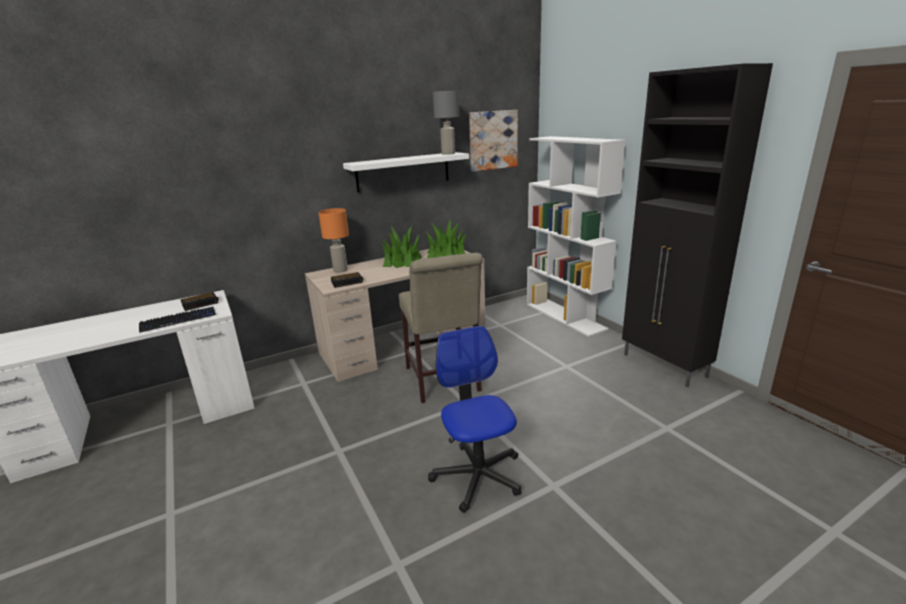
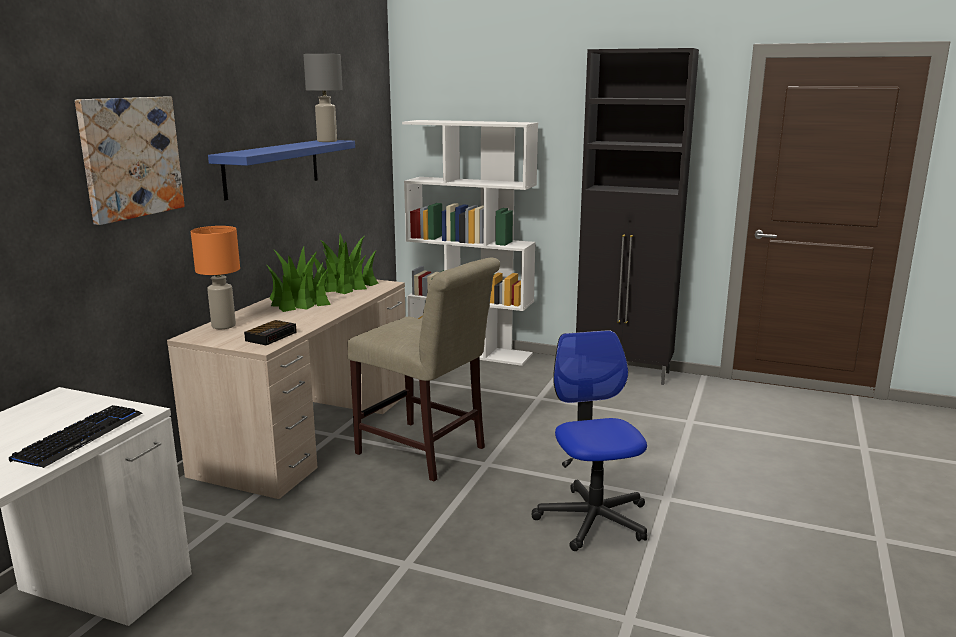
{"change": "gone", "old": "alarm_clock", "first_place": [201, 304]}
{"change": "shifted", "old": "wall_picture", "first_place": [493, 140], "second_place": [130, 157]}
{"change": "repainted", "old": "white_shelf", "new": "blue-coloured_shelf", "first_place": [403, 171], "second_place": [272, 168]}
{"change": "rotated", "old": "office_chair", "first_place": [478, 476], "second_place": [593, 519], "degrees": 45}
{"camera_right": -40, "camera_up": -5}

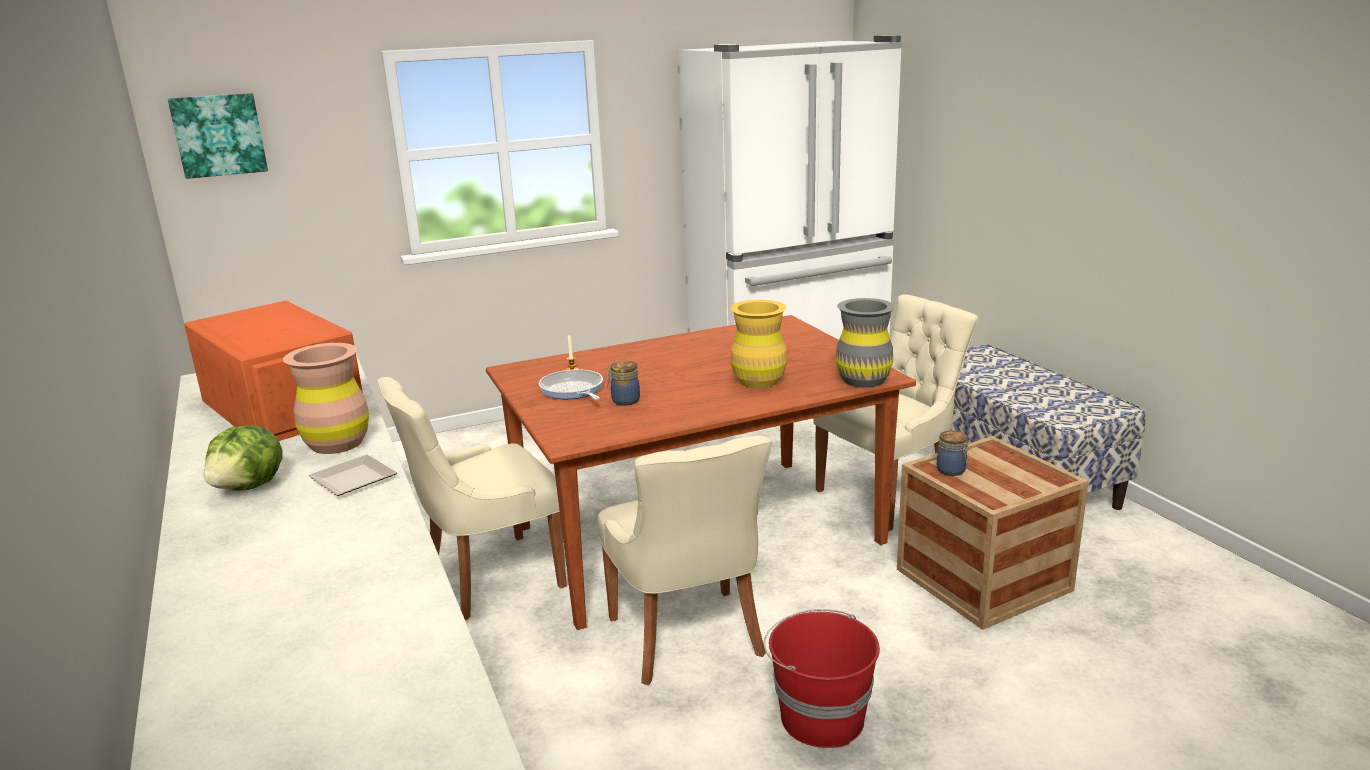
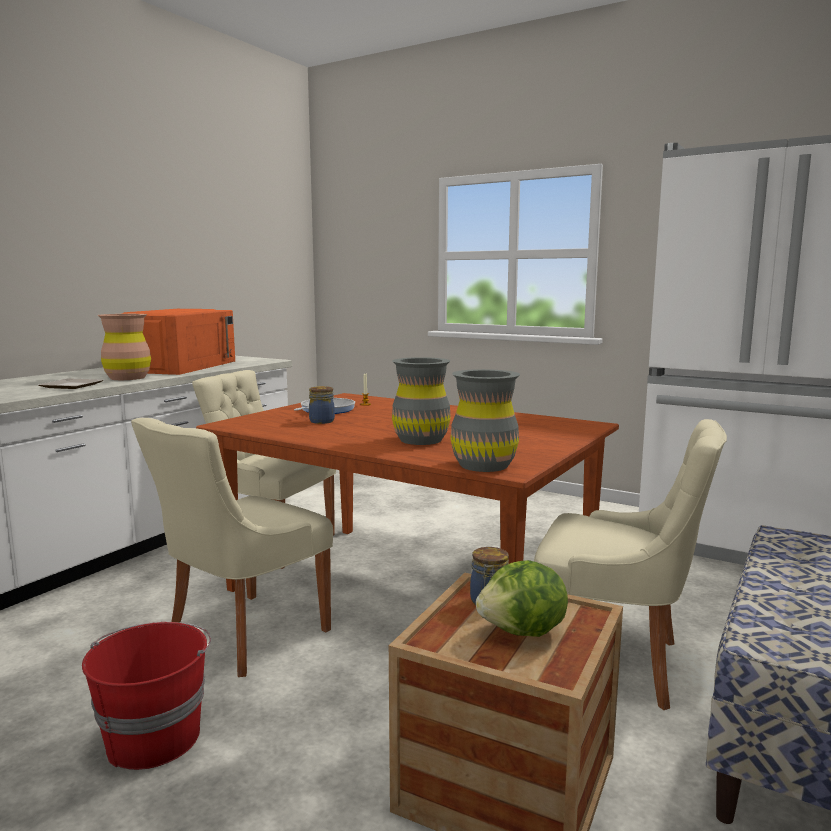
{"change": "gone", "old": "wall_picture", "first_place": [219, 135]}
{"change": "shifted", "old": "lettuce_head", "first_place": [250, 487], "second_place": [523, 632]}
{"change": "repainted", "old": "yellow_decorative_vase", "new": "grey_decorative_vase", "first_place": [759, 381], "second_place": [421, 440]}
{"camera_right": 55, "camera_up": -10}

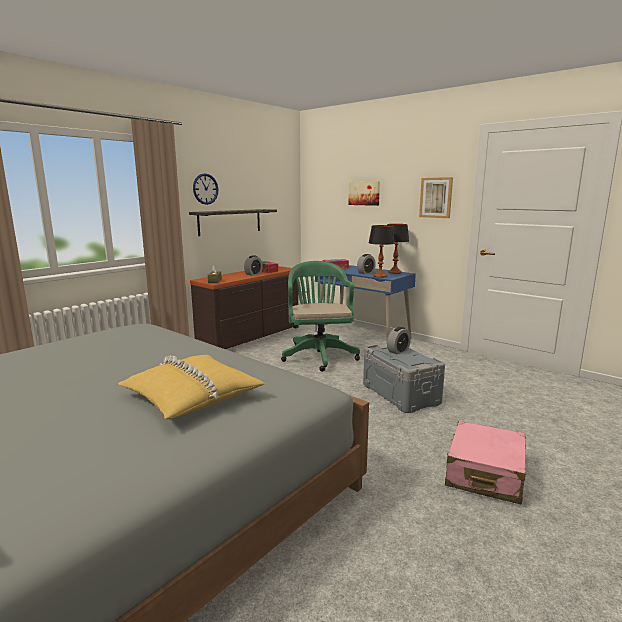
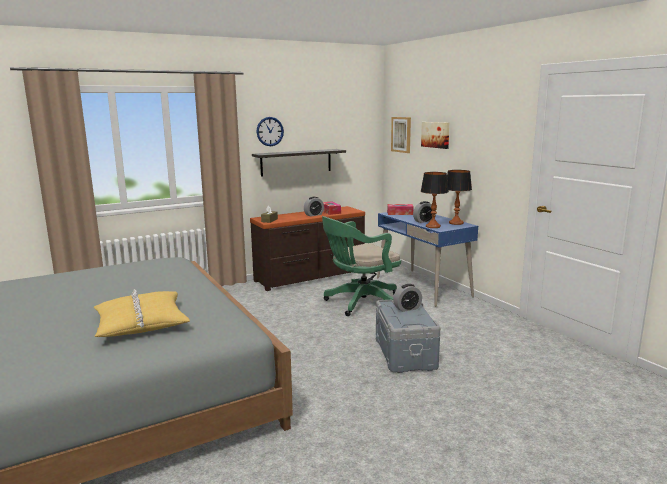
{"change": "gone", "old": "pinkish_travel_case", "first_place": [484, 474]}
{"change": "shifted", "old": "wall_picture", "first_place": [436, 197], "second_place": [401, 134]}
{"change": "rotated", "old": "greenish_office_chair", "first_place": [319, 355], "second_place": [360, 303], "degrees": -135}
{"camera_right": 20, "camera_up": 0}

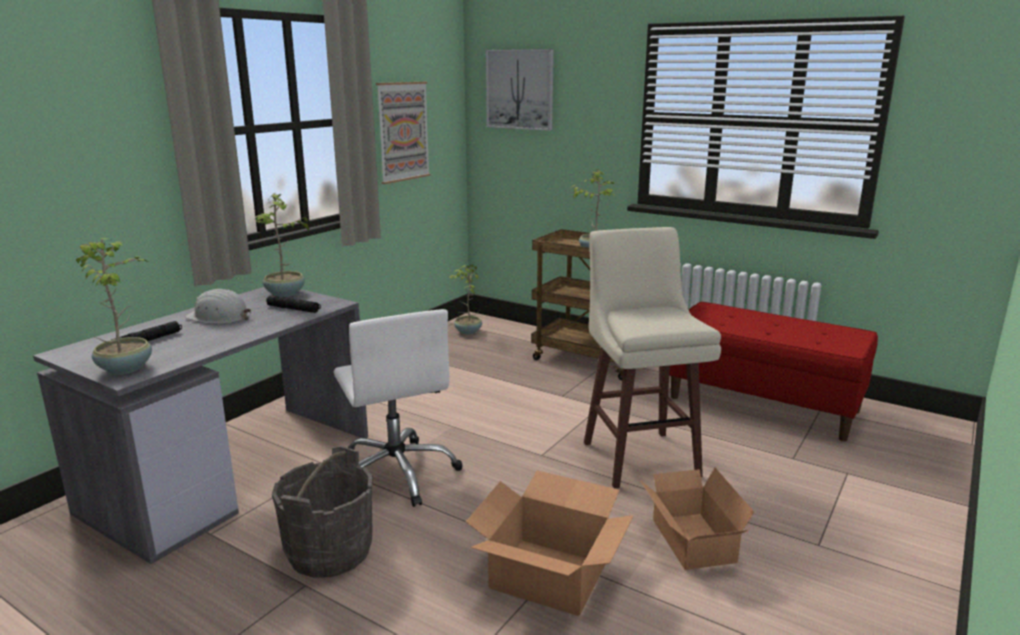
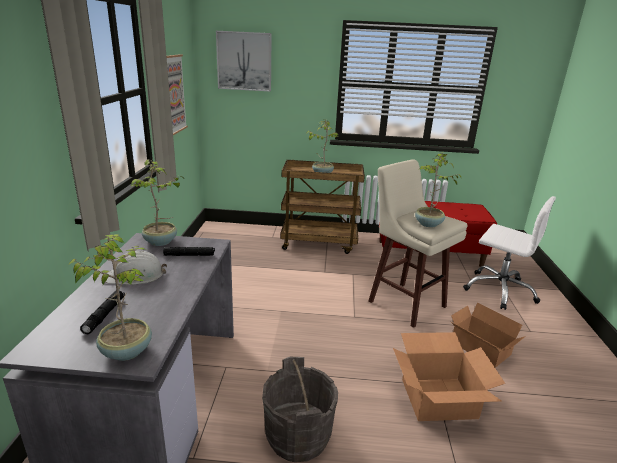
{"change": "shifted", "old": "white_office_chair", "first_place": [397, 473], "second_place": [499, 290]}
{"change": "shifted", "old": "houseplant", "first_place": [467, 332], "second_place": [428, 224]}
{"camera_right": -30, "camera_up": 5}

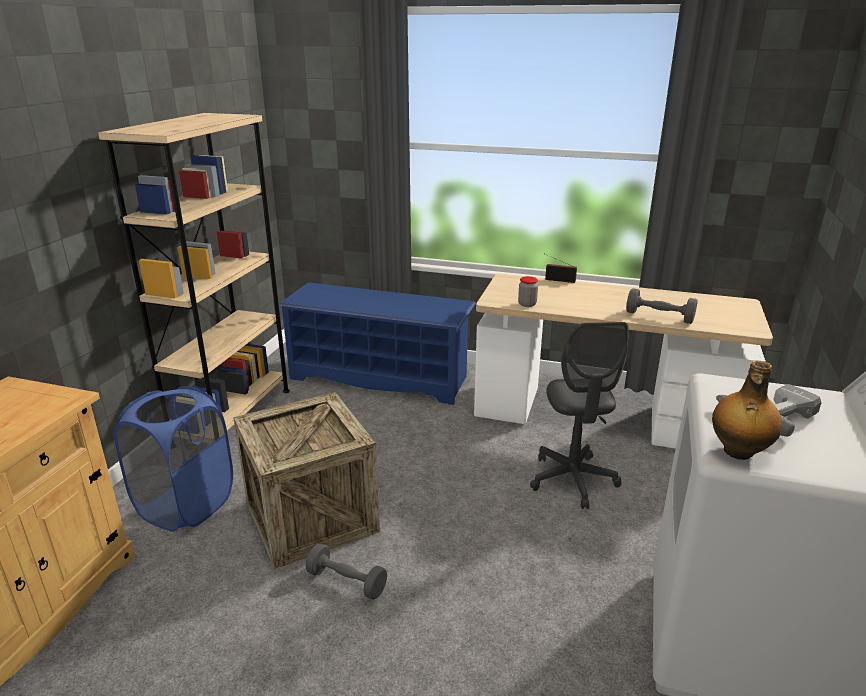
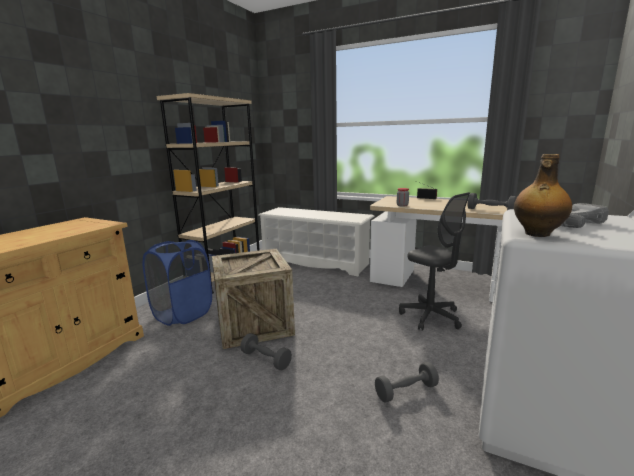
{"change": "new", "new": "grey_free_weight", "second_place": [406, 391]}
{"change": "repainted", "old": "blue-coloured_shoe_stand", "new": "white_shoe_stand", "first_place": [380, 377], "second_place": [316, 262]}
{"change": "rotated", "old": "grey_office_chair", "first_place": [572, 480], "second_place": [430, 317], "degrees": -45}
{"camera_right": 10, "camera_up": -10}

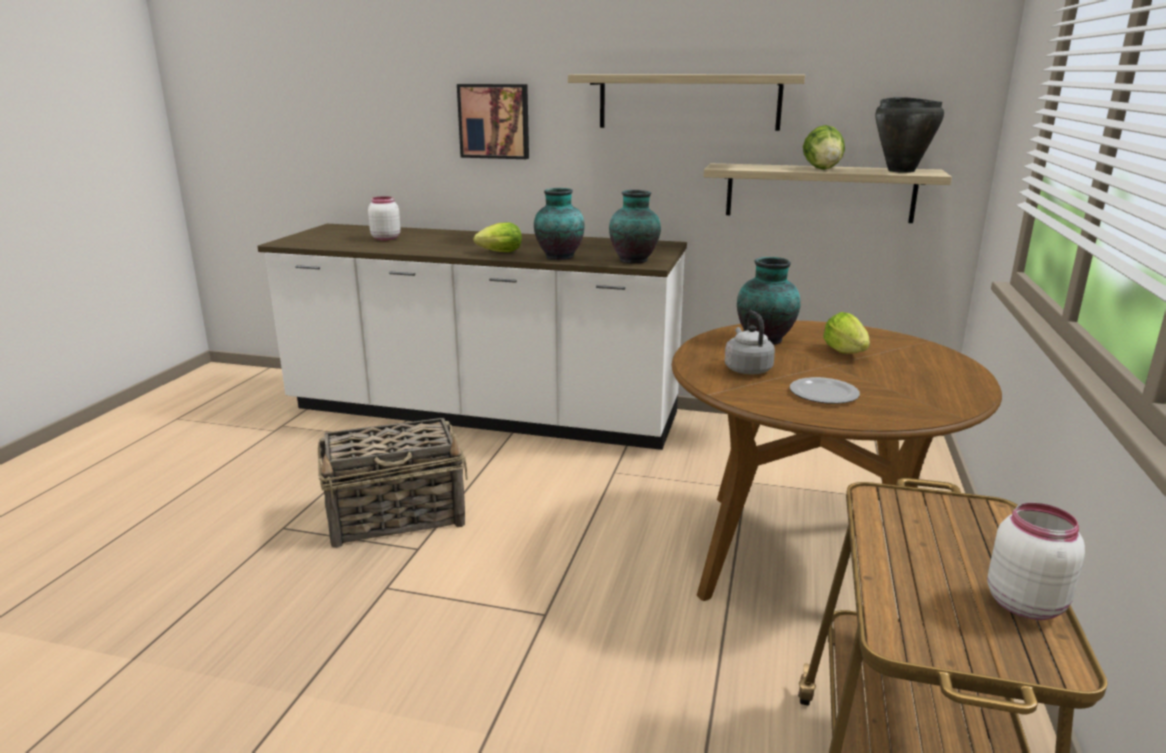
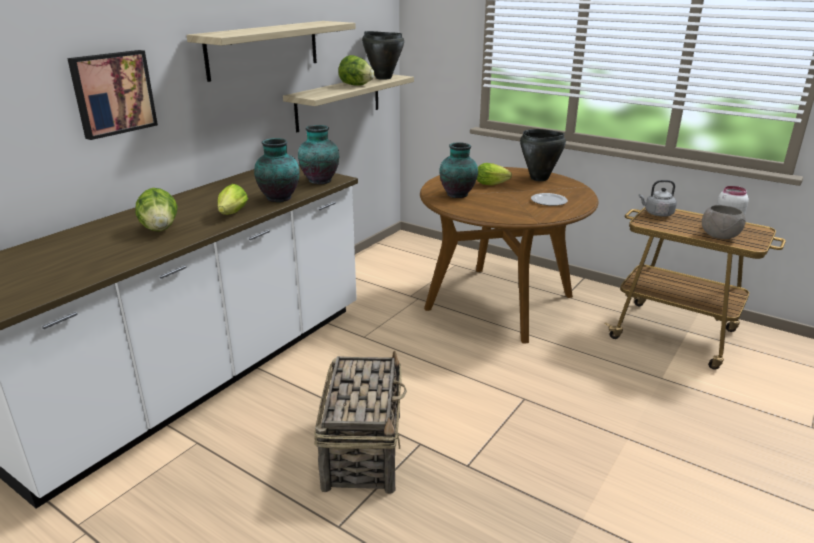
{"change": "gone", "old": "white_jar", "first_place": [385, 238]}
{"change": "new", "new": "lettuce_head", "second_place": [160, 229]}
{"change": "new", "new": "blackish_saucepot", "second_place": [539, 178]}
{"change": "new", "new": "grey_serving_bowl", "second_place": [720, 236]}
{"change": "shifted", "old": "grey_tea_kettle", "first_place": [747, 369], "second_place": [657, 213]}
{"camera_right": -70, "camera_up": 5}

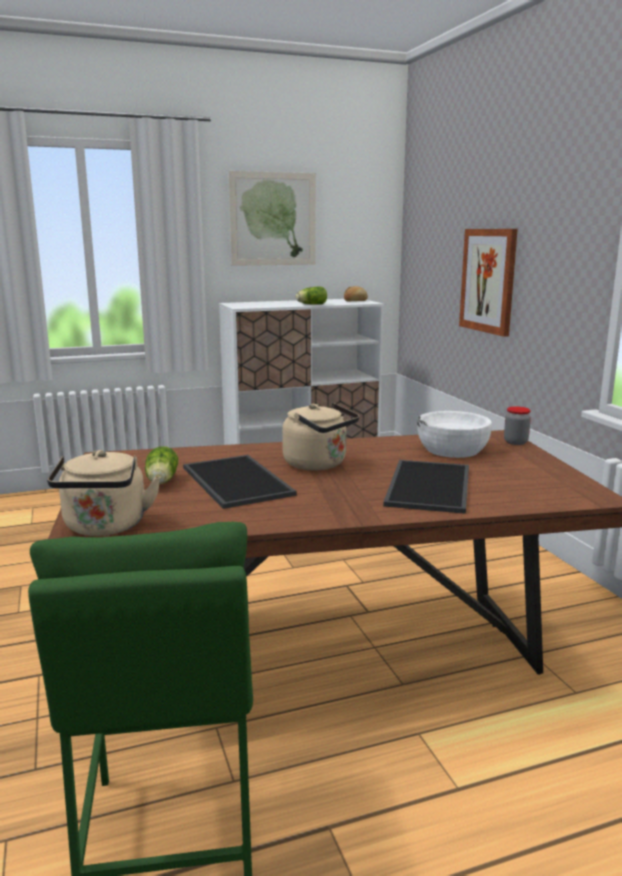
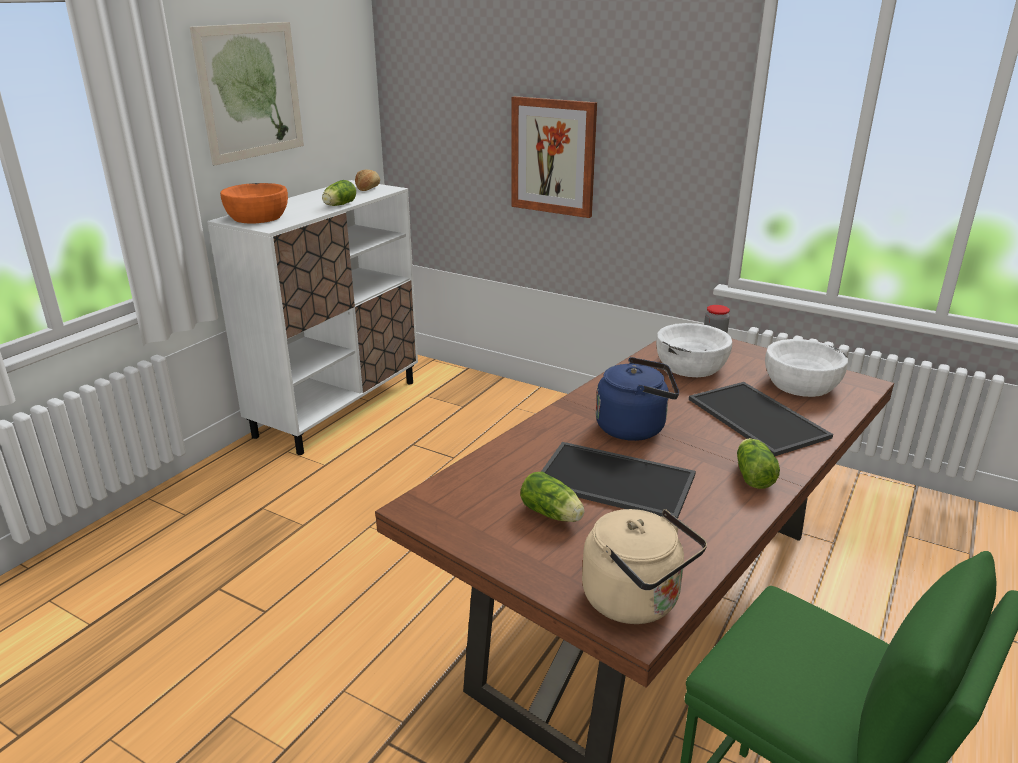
{"change": "new", "new": "orange-coloured_serving_bowl", "second_place": [257, 217]}
{"change": "new", "new": "lettuce_head", "second_place": [753, 474]}
{"change": "new", "new": "white_serving_bowl", "second_place": [801, 384]}
{"change": "repainted", "old": "beige_tea_kettle", "new": "blue-coloured_tea_kettle", "first_place": [318, 464], "second_place": [635, 427]}
{"camera_right": -40, "camera_up": 10}

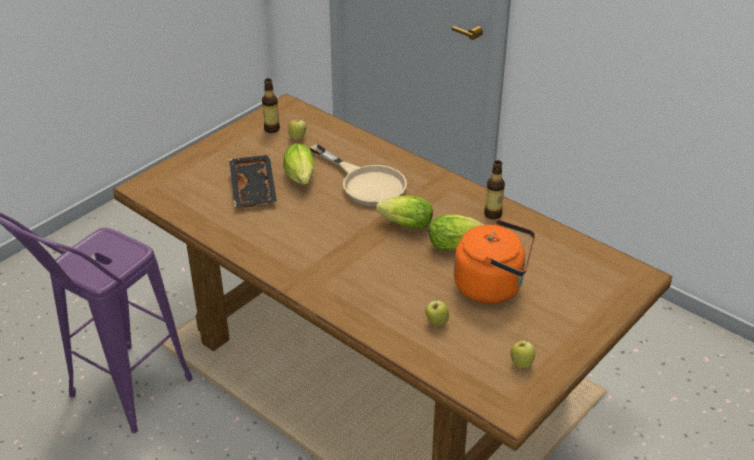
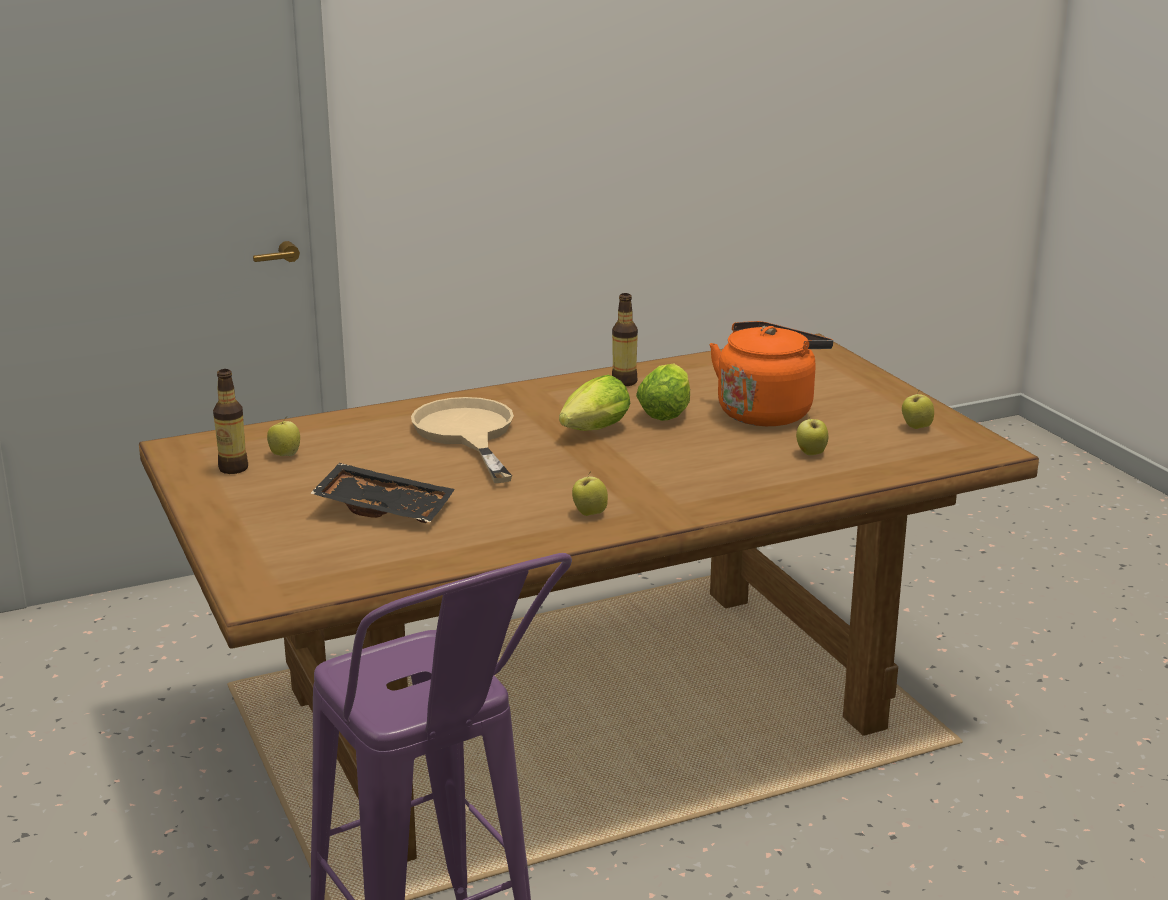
{"change": "gone", "old": "lettuce_head", "first_place": [301, 179]}
{"change": "new", "new": "apple_fruit", "second_place": [589, 514]}
{"change": "rotated", "old": "beige_skillet", "first_place": [366, 183], "second_place": [467, 434], "degrees": -90}
{"camera_right": -65, "camera_up": -15}

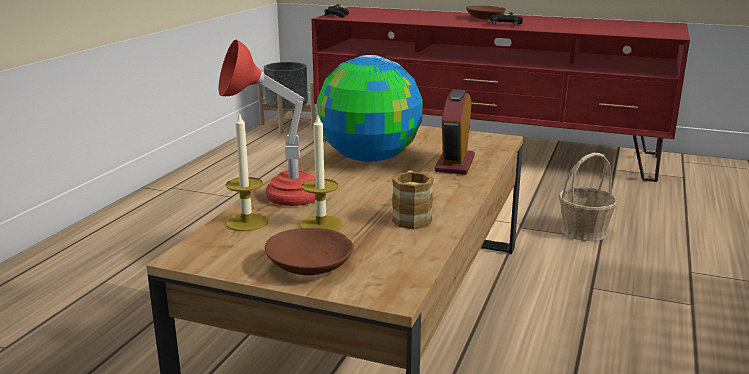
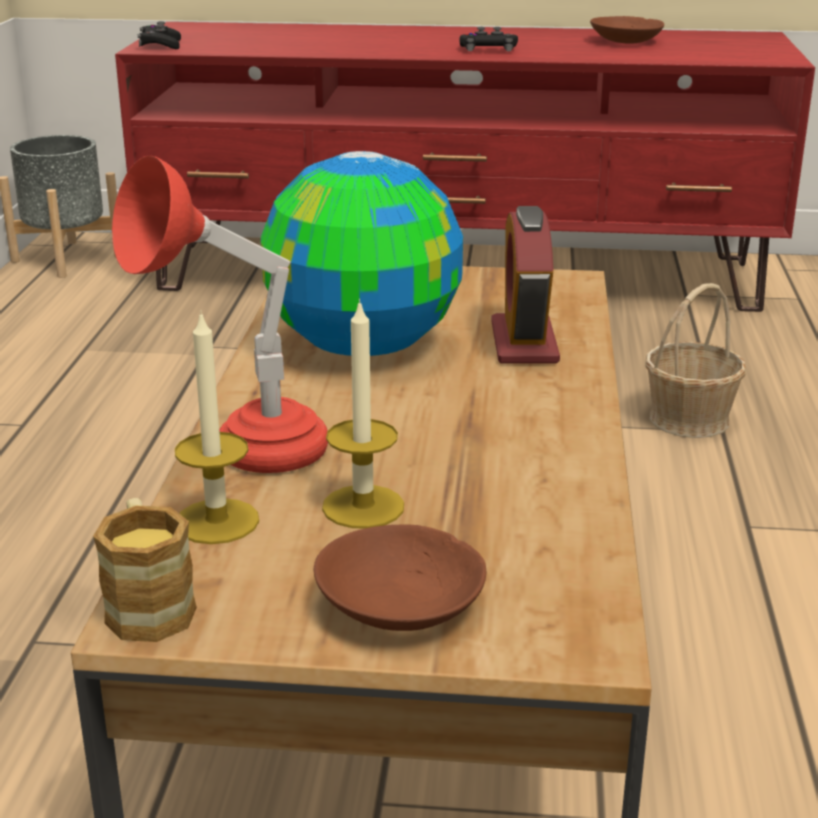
{"change": "shifted", "old": "tea_mug", "first_place": [411, 217], "second_place": [148, 604]}
{"change": "shifted", "old": "brown-coloured_serving_bowl", "first_place": [485, 18], "second_place": [627, 41]}
{"camera_right": -15, "camera_up": 5}

